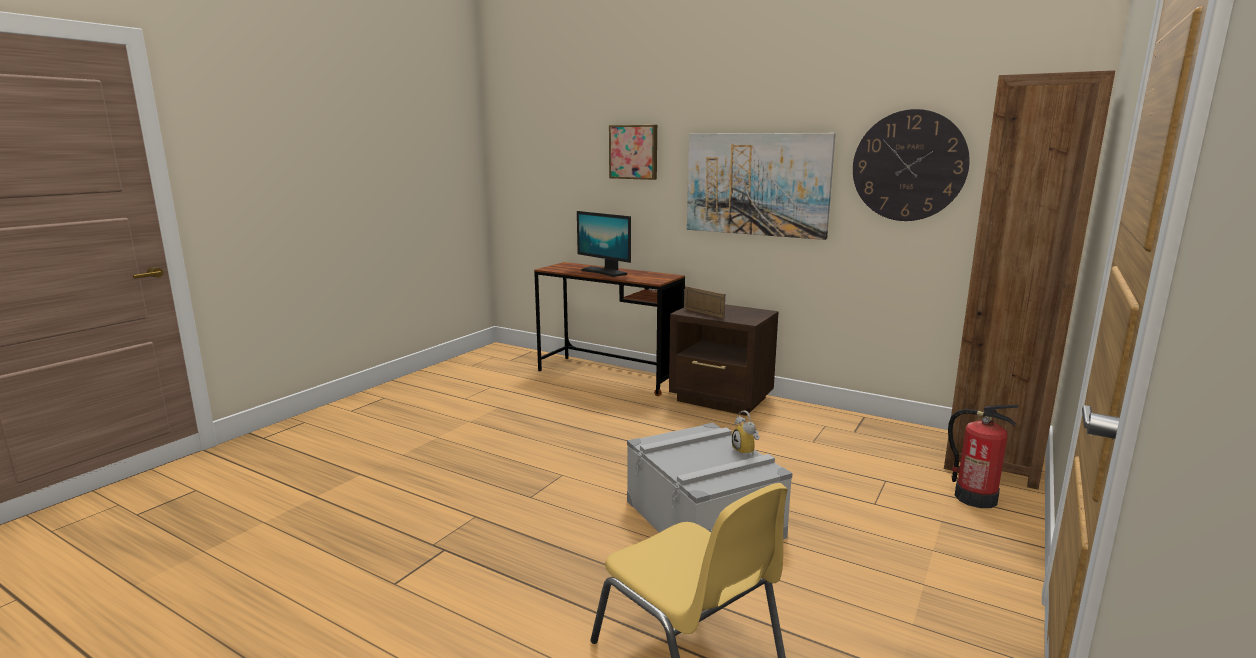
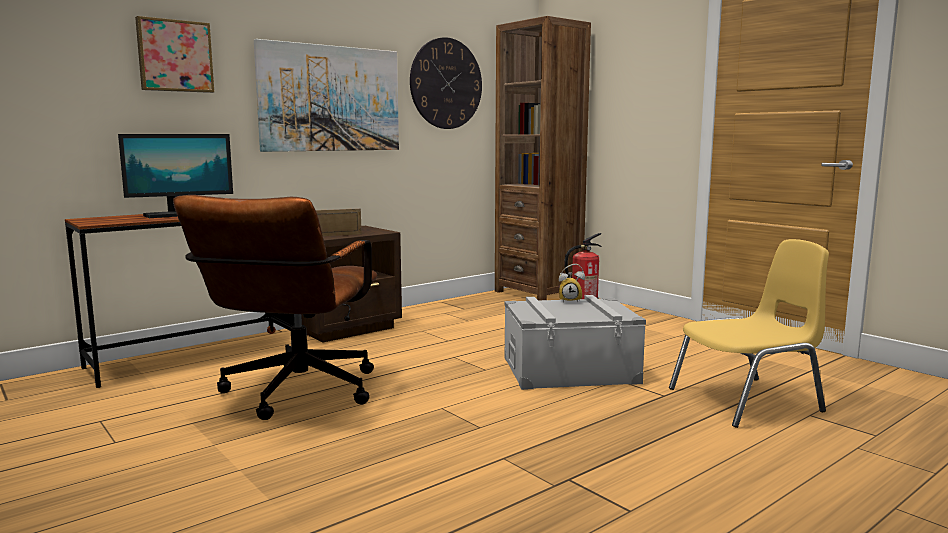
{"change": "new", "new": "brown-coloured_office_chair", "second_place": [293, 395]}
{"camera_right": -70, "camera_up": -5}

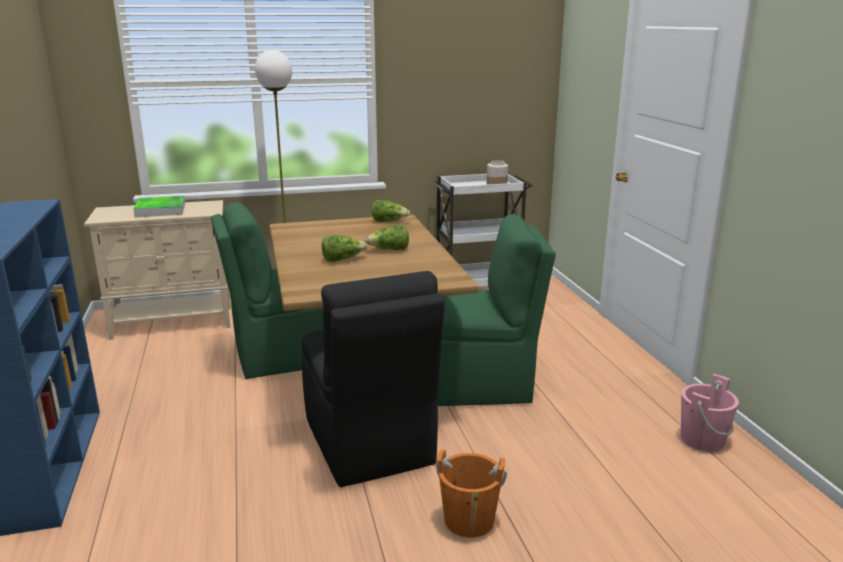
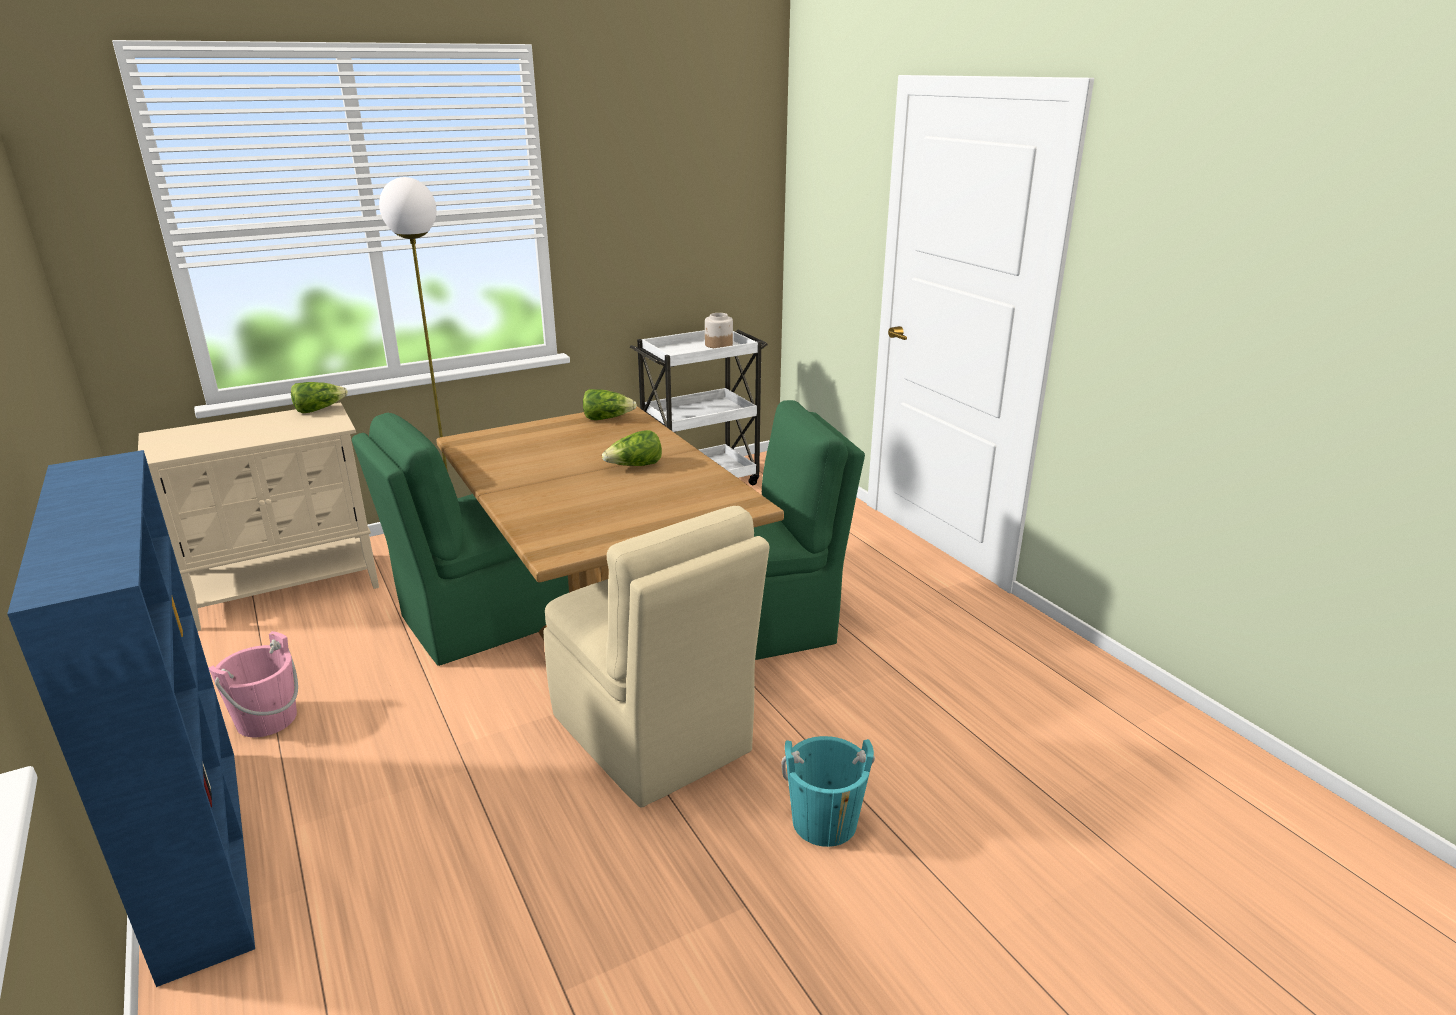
{"change": "gone", "old": "carrying_tray", "first_place": [160, 210]}
{"change": "shifted", "old": "lettuce_head", "first_place": [342, 259], "second_place": [319, 409]}
{"change": "shifted", "old": "pinkish_water_bucket", "first_place": [702, 439], "second_place": [267, 719]}
{"change": "repainted", "old": "blackish_plain_chair", "new": "beige_plain_chair", "first_place": [369, 444], "second_place": [652, 736]}
{"change": "repainted", "old": "orange-coloured_water_bucket", "new": "turquoise_water_bucket", "first_place": [469, 520], "second_place": [824, 822]}
{"camera_right": -15, "camera_up": 5}

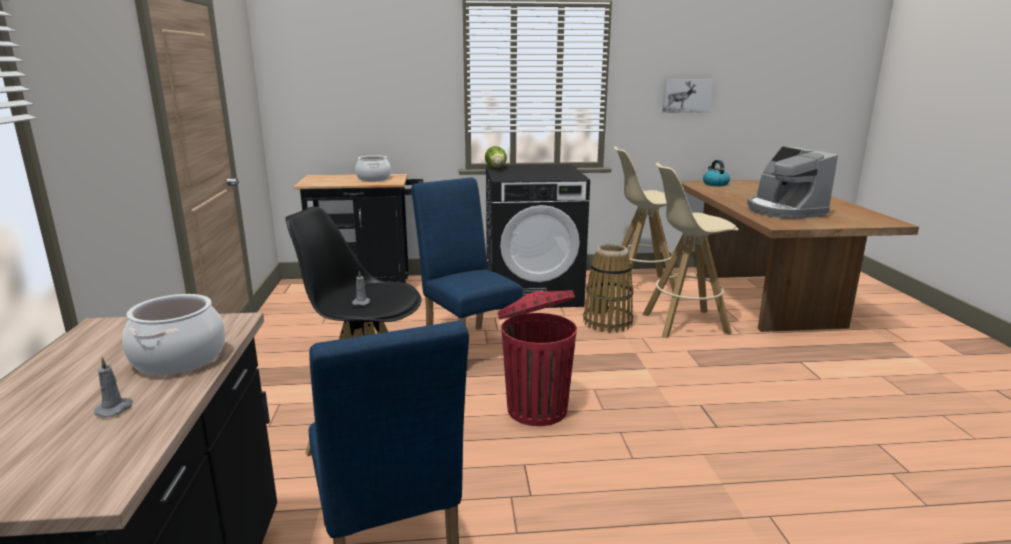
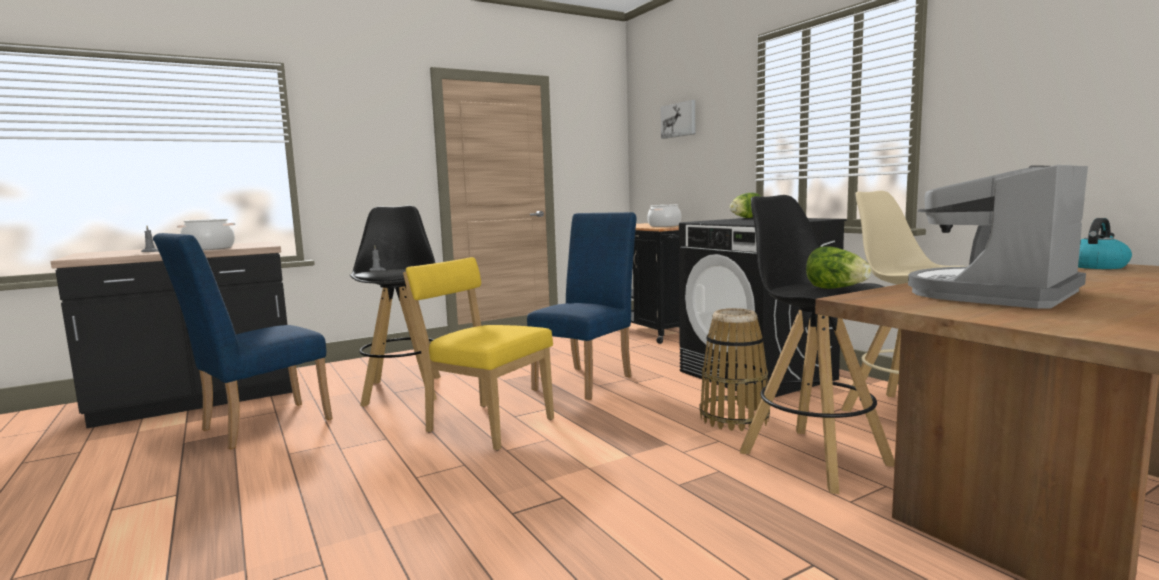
{"change": "new", "new": "lettuce_head", "second_place": [836, 288]}
{"change": "shifted", "old": "wall_picture", "first_place": [686, 95], "second_place": [679, 120]}
{"change": "swapped", "old": "red_trash_can", "new": "yellow_plain_chair", "first_place": [535, 408], "second_place": [485, 424]}
{"change": "repainted", "old": "beige_stool", "new": "blackish_stool", "first_place": [684, 323], "second_place": [813, 457]}
{"camera_right": 65, "camera_up": -10}

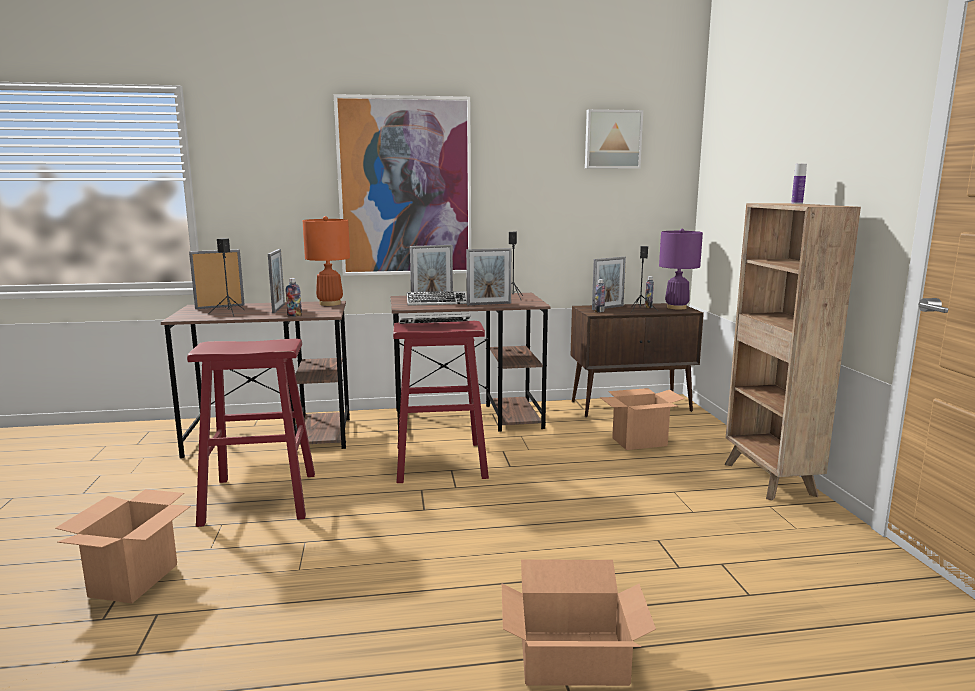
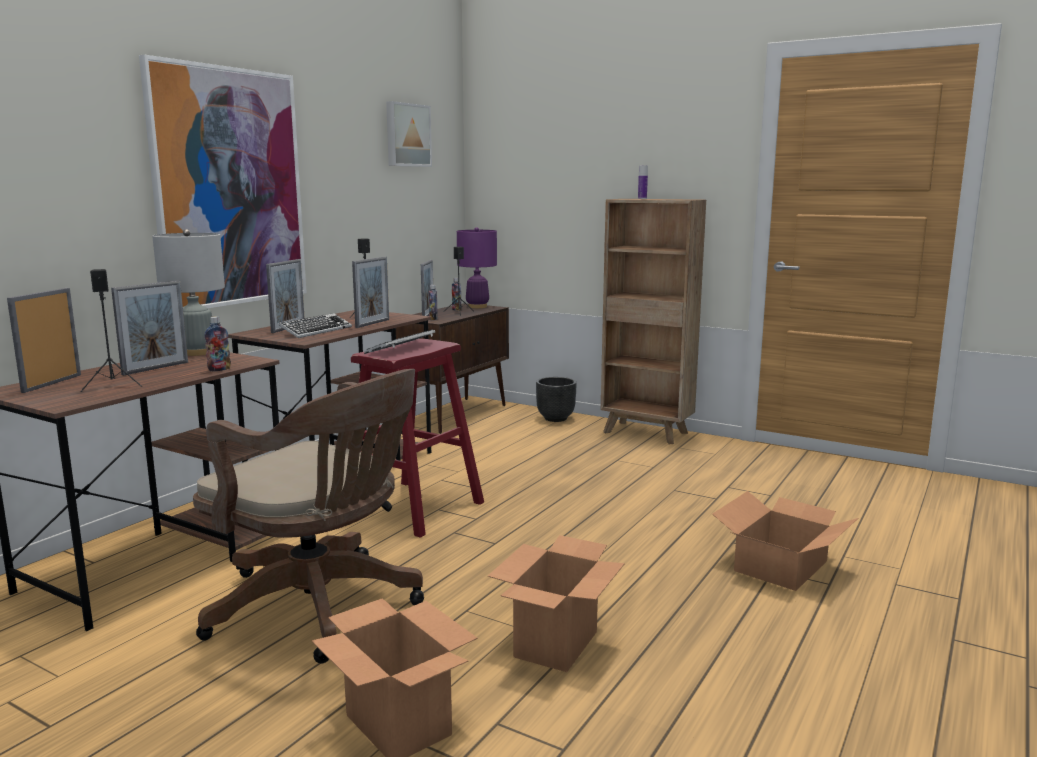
{"change": "new", "new": "blackish_planter", "second_place": [555, 418]}
{"change": "shifted", "old": "packing_box", "first_place": [639, 442], "second_place": [556, 645]}
{"change": "swapped", "old": "red_stool", "new": "brown-coloured_office_chair", "first_place": [260, 498], "second_place": [321, 608]}
{"change": "repainted", "old": "orange-coloured_lamp_for_a_table", "new": "grey_lamp_for_a_table", "first_place": [330, 304], "second_place": [197, 352]}
{"change": "rotated", "old": "picture_frame", "first_place": [278, 308], "second_place": [155, 368], "degrees": 90}
{"camera_right": -50, "camera_up": 0}

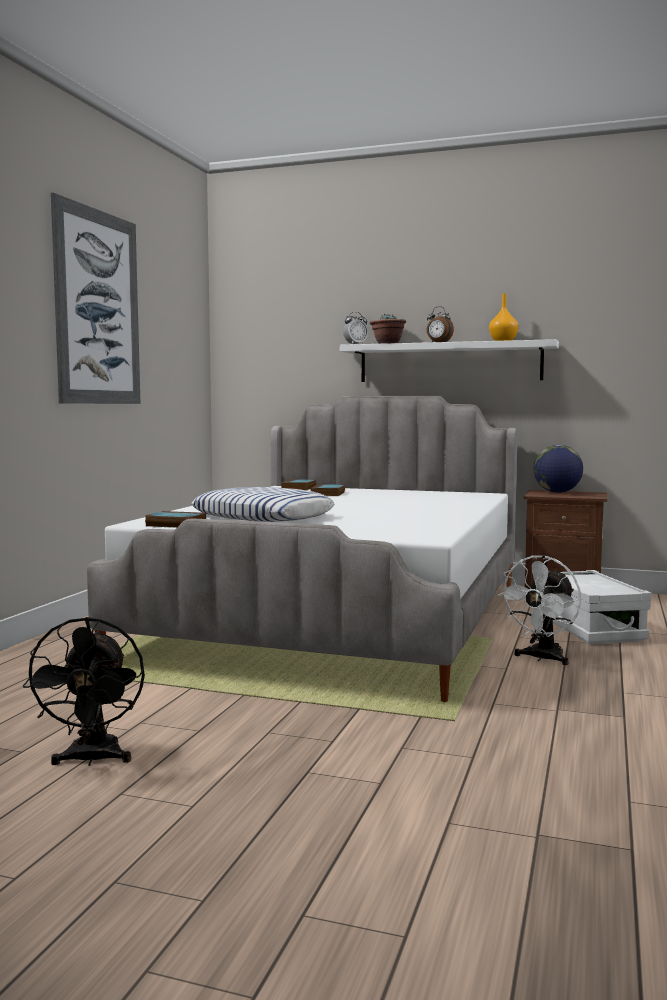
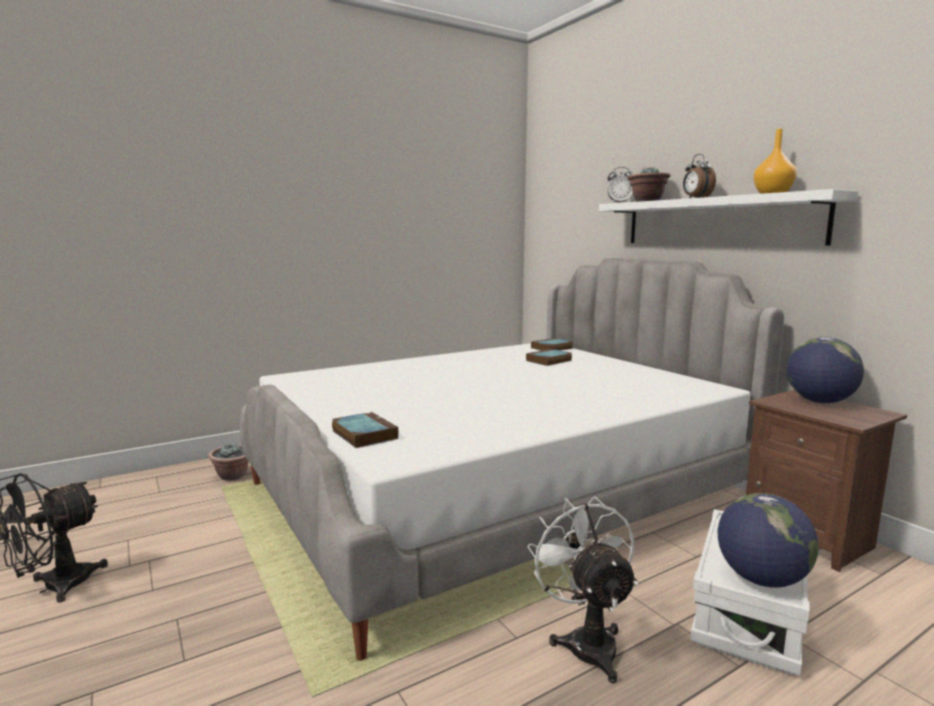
{"change": "gone", "old": "wall_picture", "first_place": [98, 308]}
{"change": "gone", "old": "cushion", "first_place": [263, 516]}
{"change": "new", "new": "houseplant", "second_place": [233, 476]}
{"change": "new", "new": "desk_globe", "second_place": [761, 579]}
{"change": "shifted", "old": "book", "first_place": [174, 524], "second_place": [363, 434]}
{"change": "rotated", "old": "white_electric_fan", "first_place": [542, 658], "second_place": [586, 641], "degrees": 90}
{"camera_right": 40, "camera_up": 5}

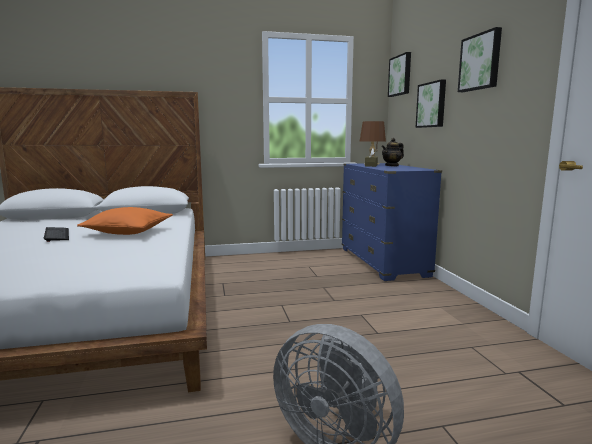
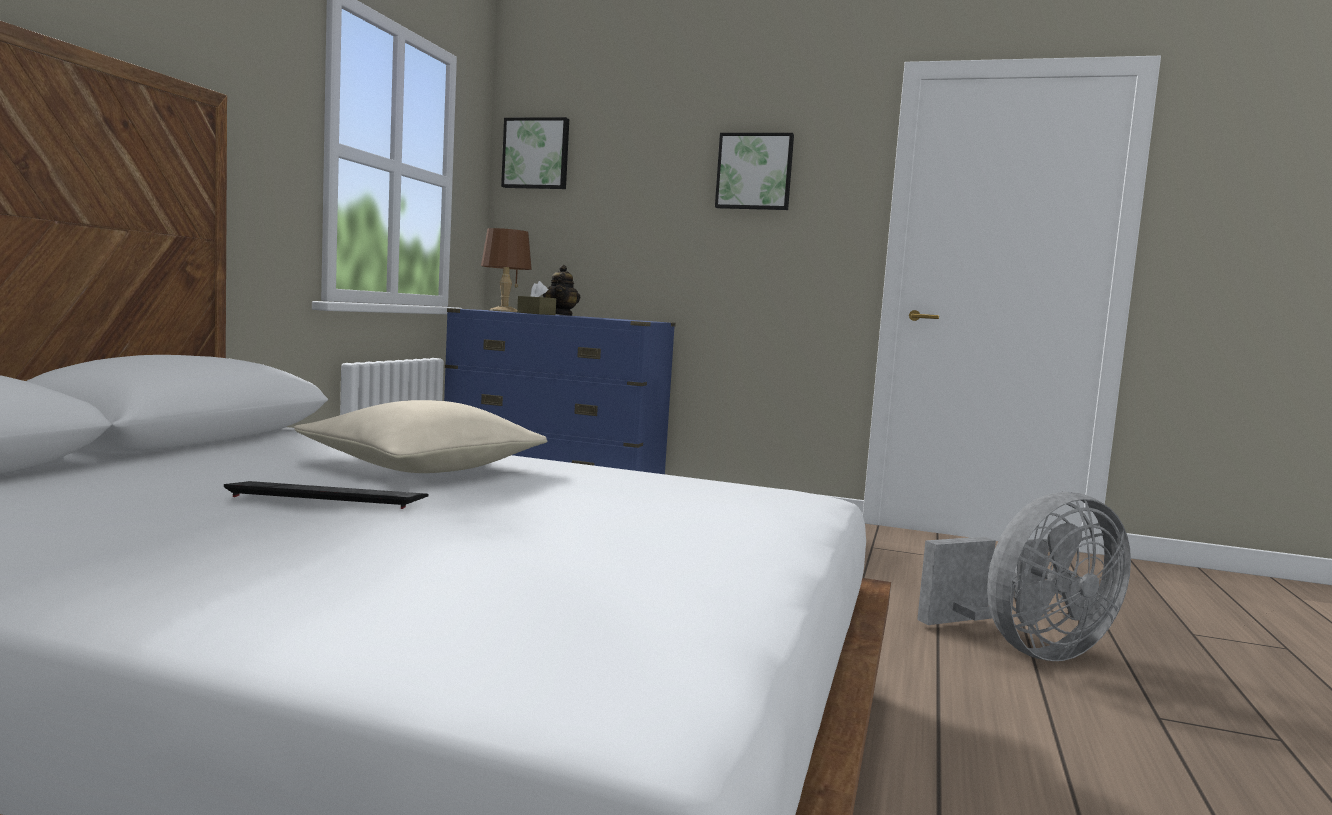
{"change": "gone", "old": "wall_picture", "first_place": [432, 105]}
{"change": "repainted", "old": "orange-coloured_cushion", "new": "beige_cushion", "first_place": [128, 231], "second_place": [422, 467]}
{"camera_right": -60, "camera_up": -5}

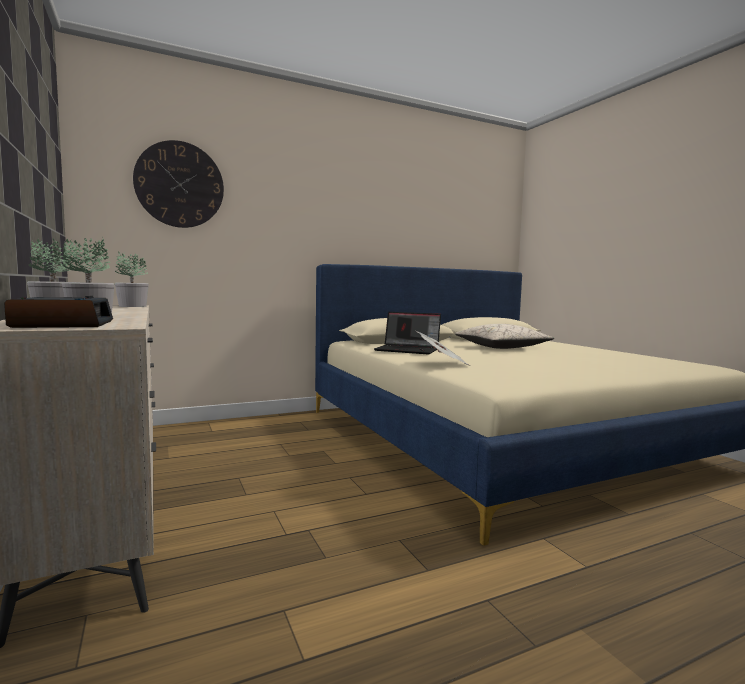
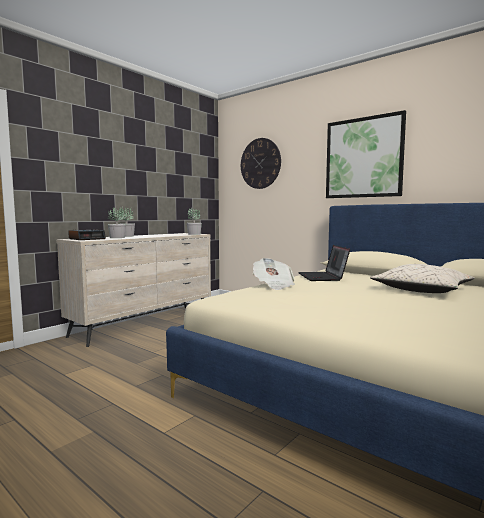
{"change": "new", "new": "wall_picture", "second_place": [363, 158]}
{"camera_right": 65, "camera_up": 0}

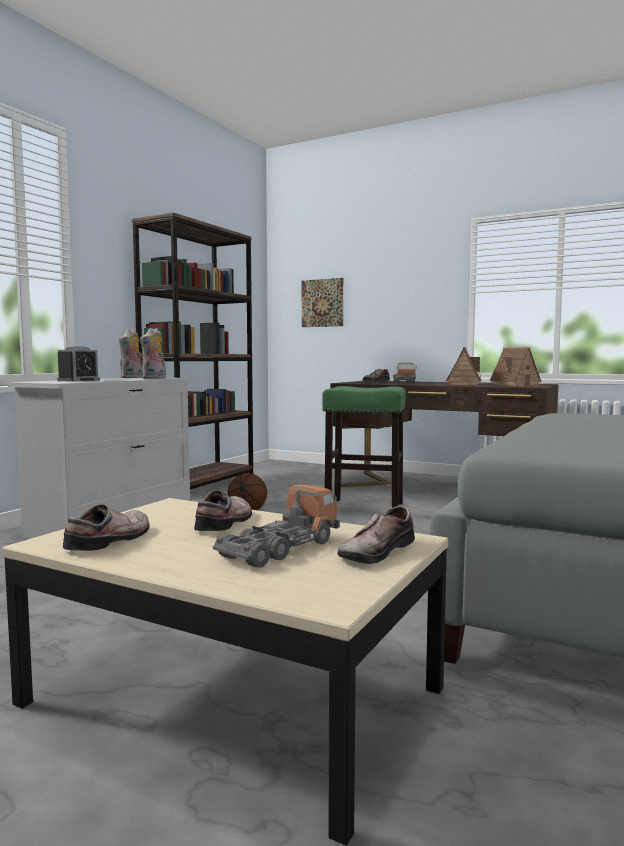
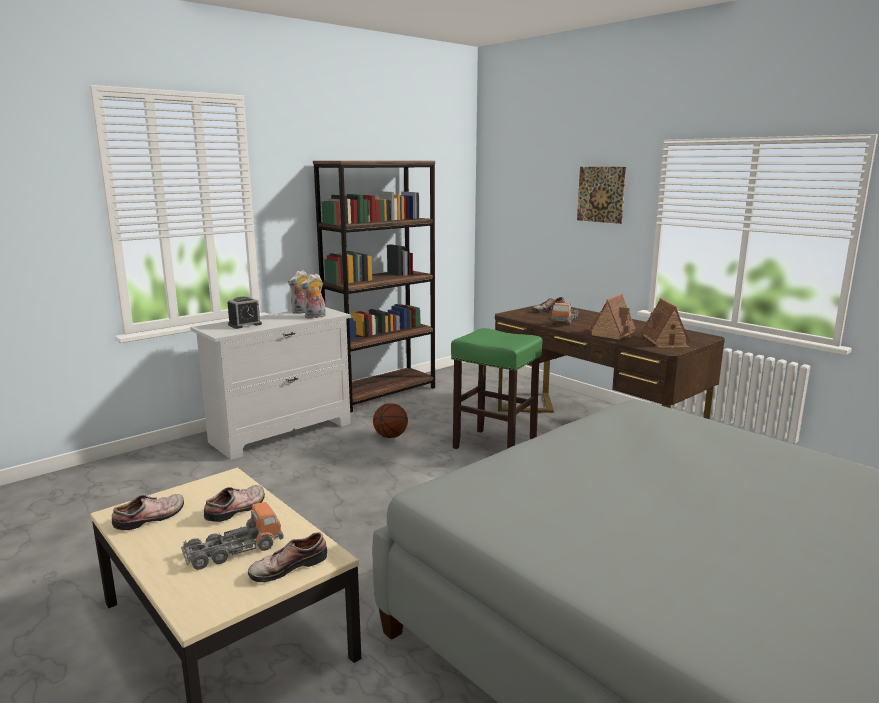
{"change": "shifted", "old": "wall_picture", "first_place": [322, 303], "second_place": [601, 194]}
{"camera_right": 20, "camera_up": 10}

